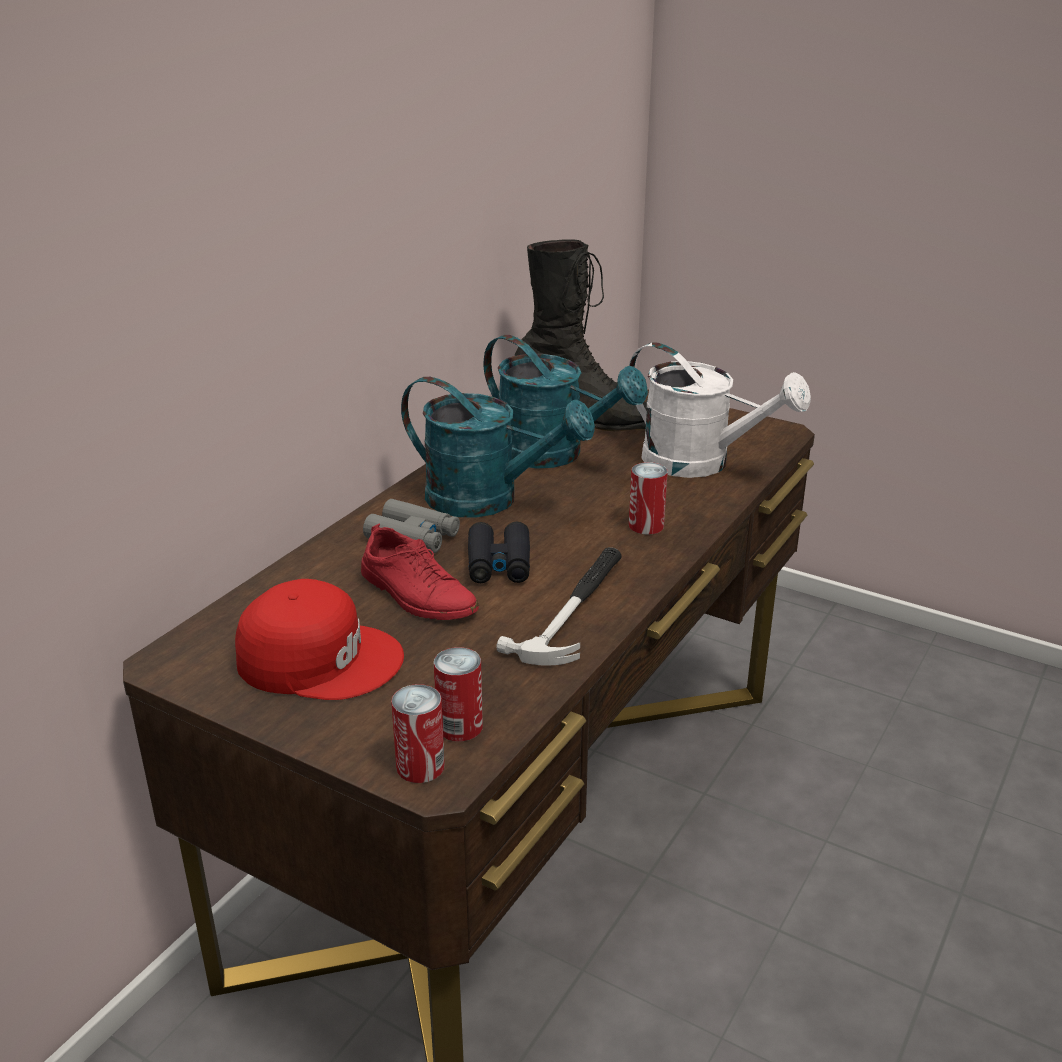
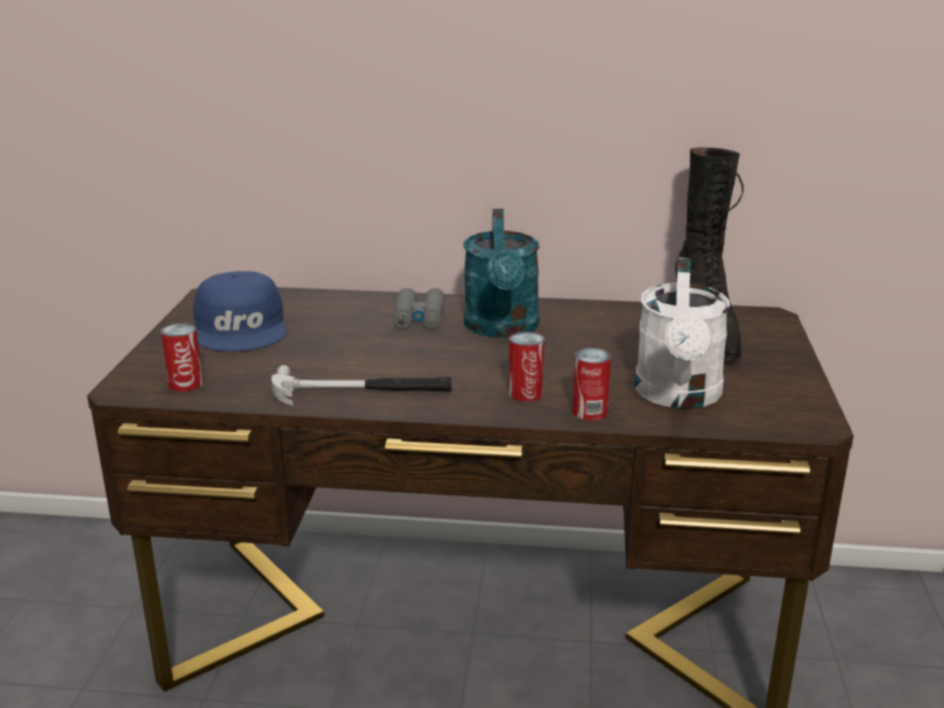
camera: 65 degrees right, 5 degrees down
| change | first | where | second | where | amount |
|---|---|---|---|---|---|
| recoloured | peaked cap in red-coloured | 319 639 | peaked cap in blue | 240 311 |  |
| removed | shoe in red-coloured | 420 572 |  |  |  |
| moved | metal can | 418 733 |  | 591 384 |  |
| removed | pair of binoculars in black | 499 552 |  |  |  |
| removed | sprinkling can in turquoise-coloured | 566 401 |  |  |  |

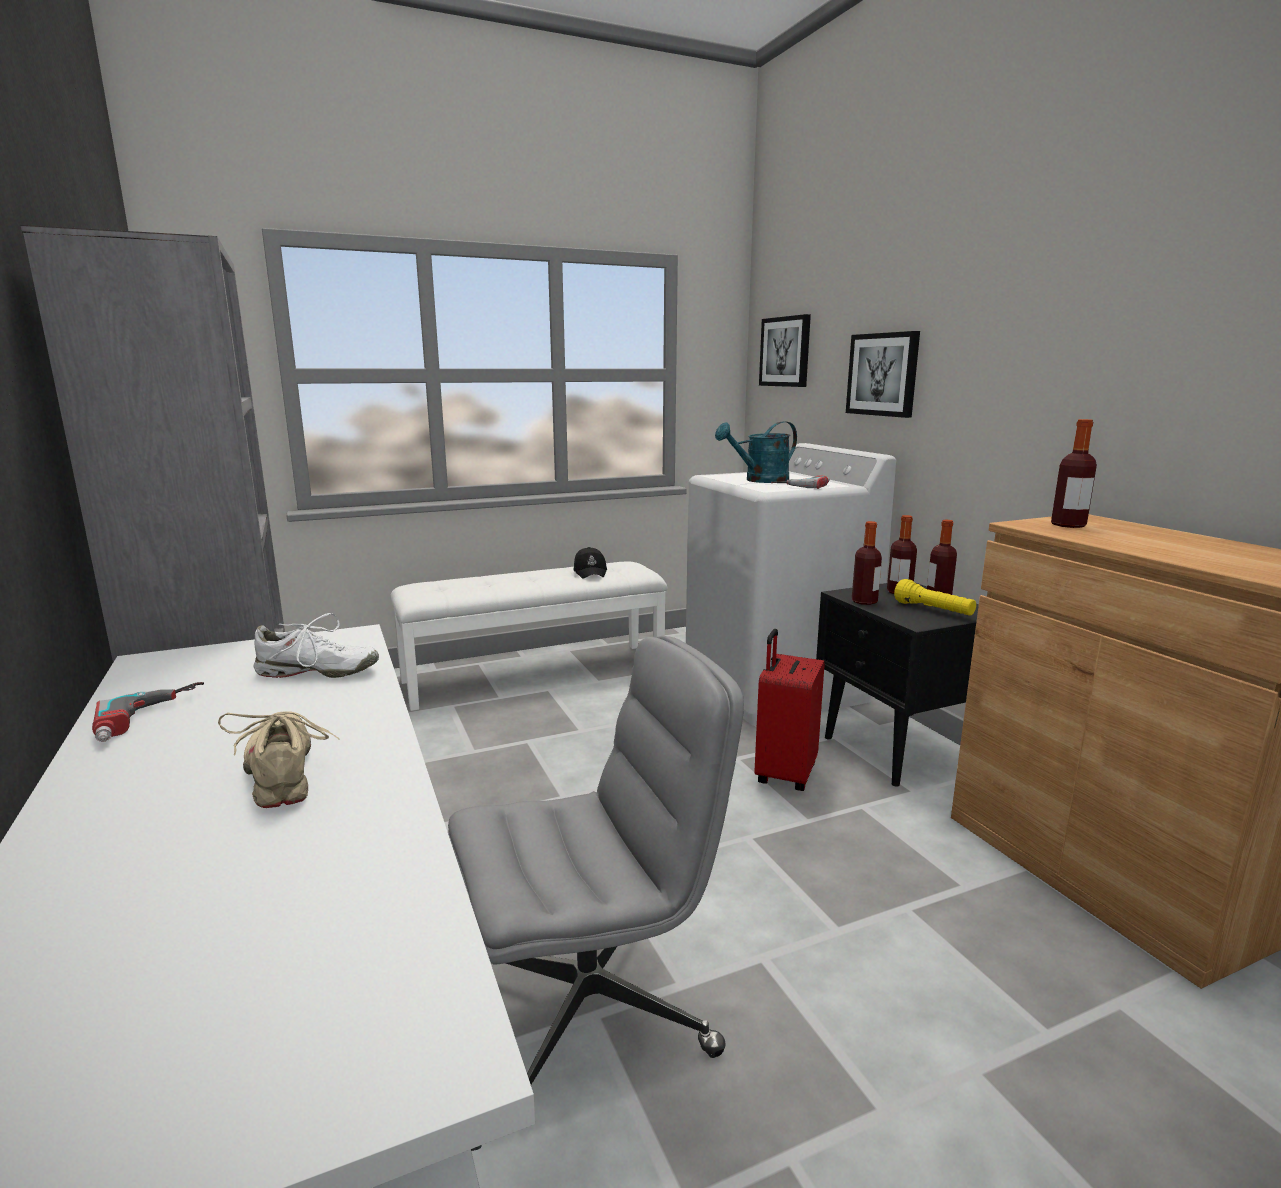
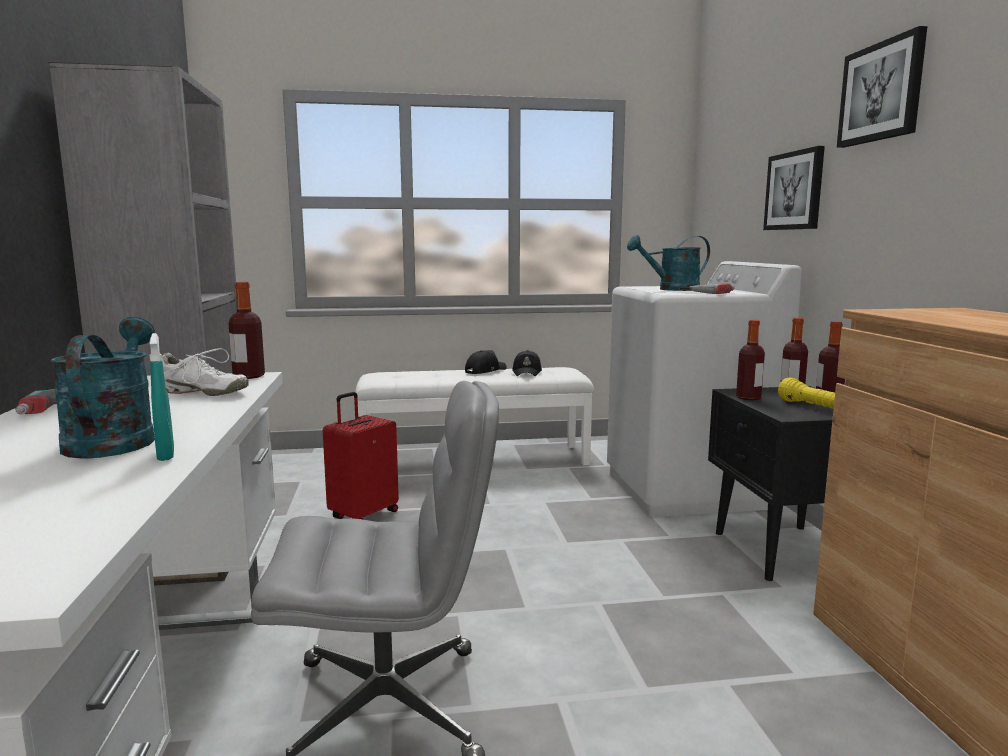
camera: 15 degrees right, 5 degrees down
| change | first | where | second | where | amount |
|---|---|---|---|---|---|
| replaced | shoe in beige | 279 759 | sprinkling can in turquoise-coloured | 103 388 |  |
| moved | suitcase in red-coloured | 789 710 |  | 361 456 |  |
| moved | wall art | 785 350 |  | 882 87 |  |
| moved | drink bottle | 1074 473 |  | 246 330 |  |
| added |  |  | sprayer in turquoise-coloured | 162 397 |  |
| added |  |  | peaked cap in black | 486 362 |  |

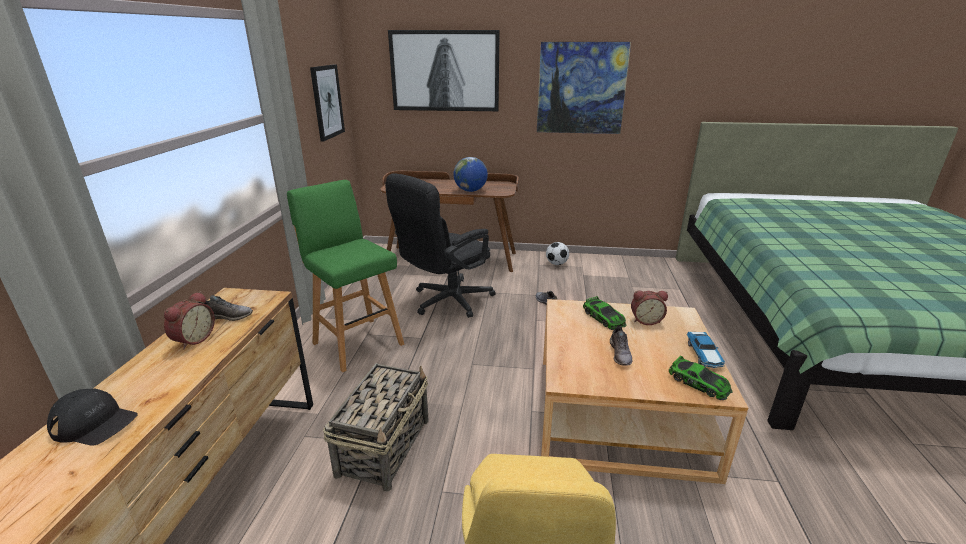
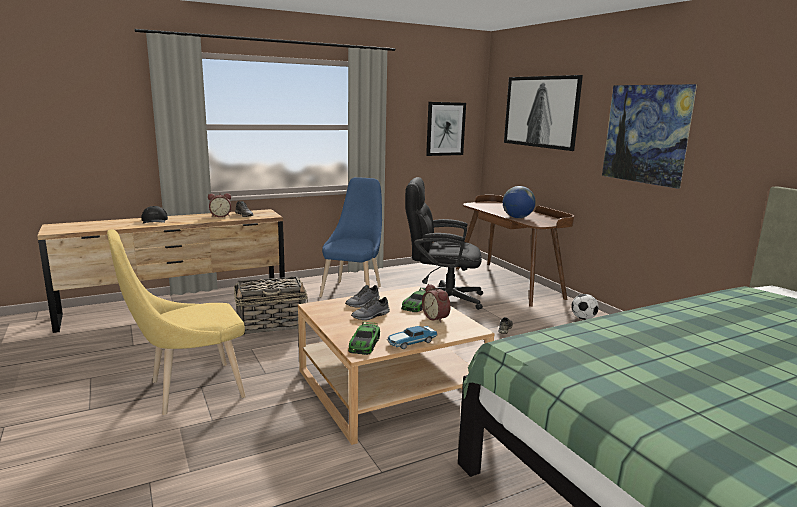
camera: 55 degrees right, 10 degrees down
| change | first | where | second | where | amount |
|---|---|---|---|---|---|
| replaced | sitting stool in greenish | 345 276 | chair in blue | 350 237 |  |
| added |  |  | shoe in greyish | 362 296 |  |

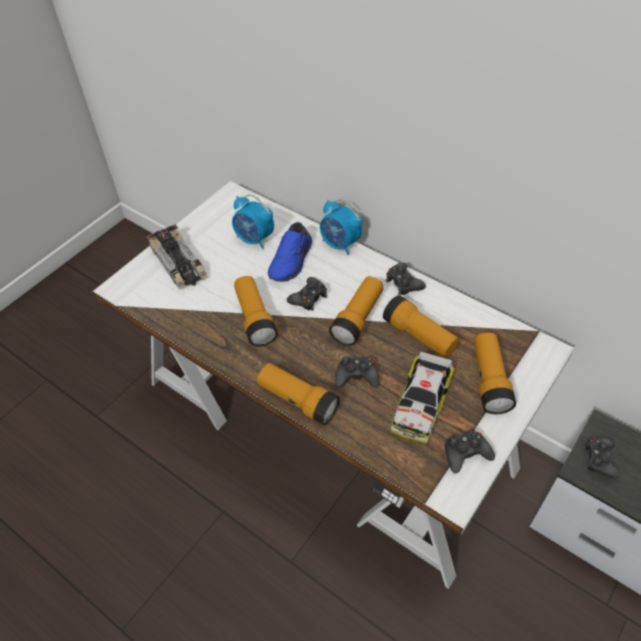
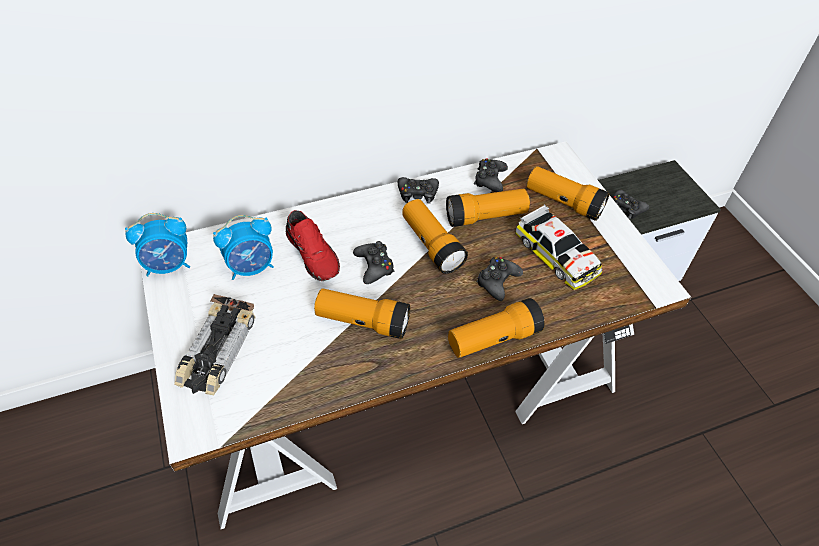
camera: 60 degrees left, 0 degrees up
| change | first | where | second | where | amount |
|---|---|---|---|---|---|
| turned | model car | 177 256 |  | 215 344 | 105 degrees clockwise |
| recoloured | shoe in blue | 290 252 | shoe in red-coloured | 313 245 |  |
| moved | table clock | 341 227 |  | 157 244 |  |
| moved | gamepad in black | 470 452 |  | 491 175 |  |

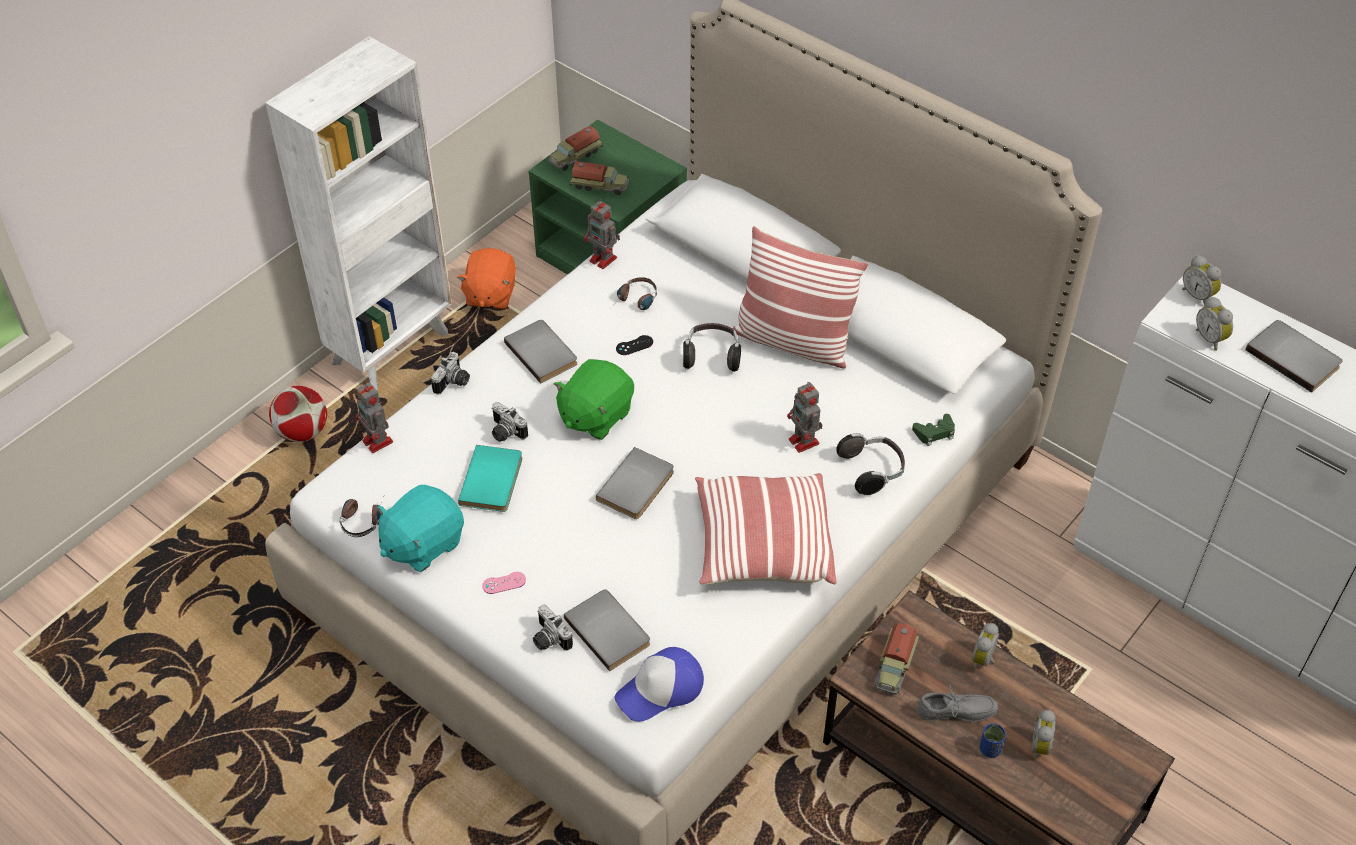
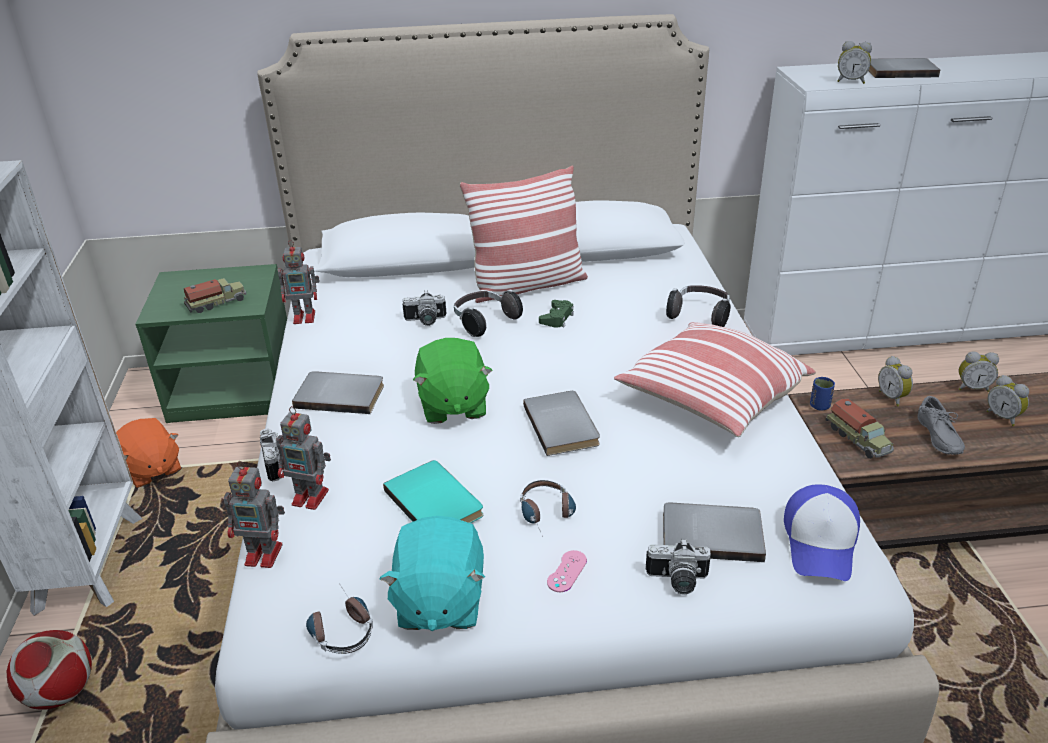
camera: 45 degrees left, 15 degrees down
| change | first | where | second | where | amount |
|---|---|---|---|---|---|
| moved | still camera | 509 422 |  | 425 308 |  |
| removed | model truck | 575 148 |  |  |  |
| moved | headset | 634 293 |  | 548 508 |  |
| removed | gamepad in black | 634 345 |  |  |  |
| moved | model robot | 805 417 |  | 303 458 |  |
| moved | gamepad in greenish | 933 430 |  | 556 314 |  |
| turned | shoe in greyish | 957 704 |  | 941 425 | 135 degrees clockwise |
| moved | small cup in blue | 993 740 |  | 822 394 |  |
| moved | table clock | 1201 280 |  | 979 371 |  |

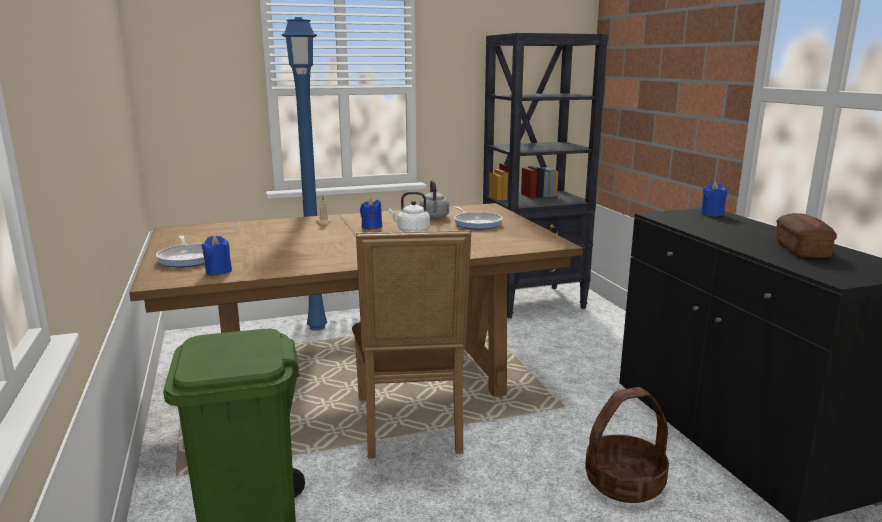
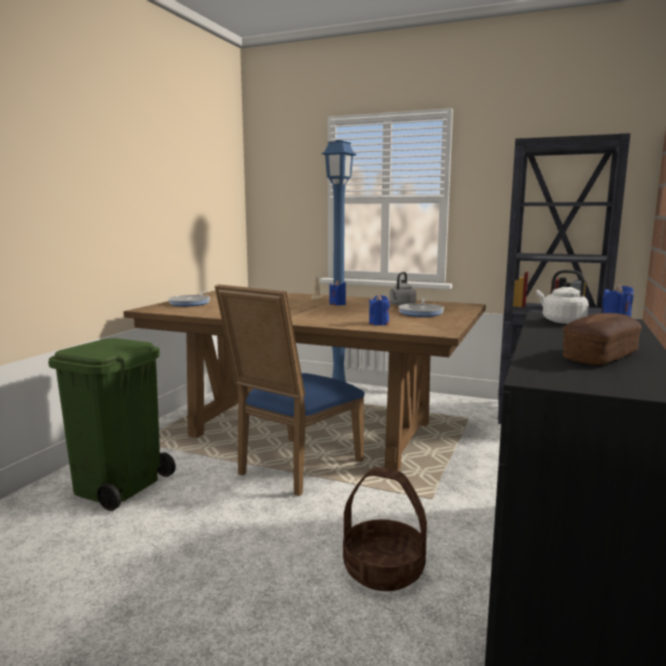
camera: 40 degrees right, 5 degrees down
| change | first | where | second | where | amount |
|---|---|---|---|---|---|
| moved | wax light in blue | 217 256 |  | 379 309 |  |
| recoloured | chair in brown | 411 344 | chair in blue | 290 390 |  |
| moved | kettle in white | 409 212 |  | 562 297 |  |

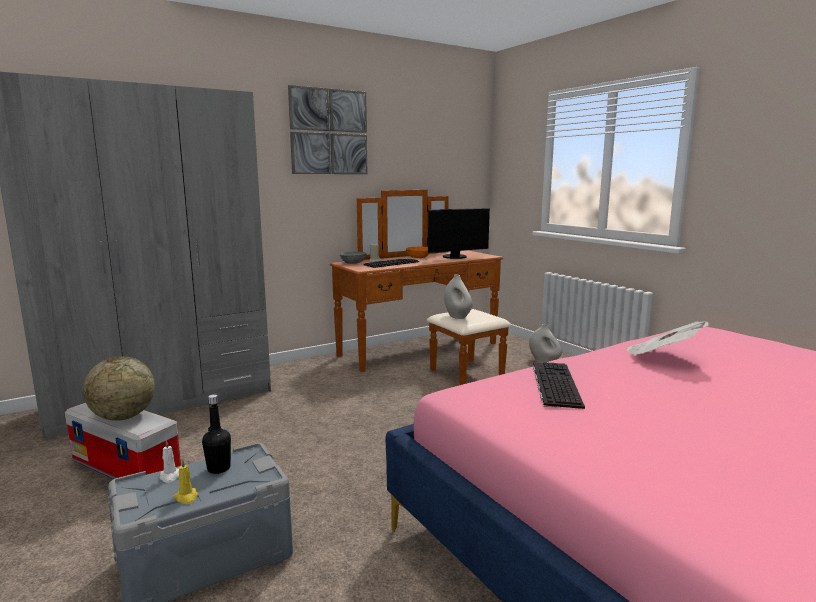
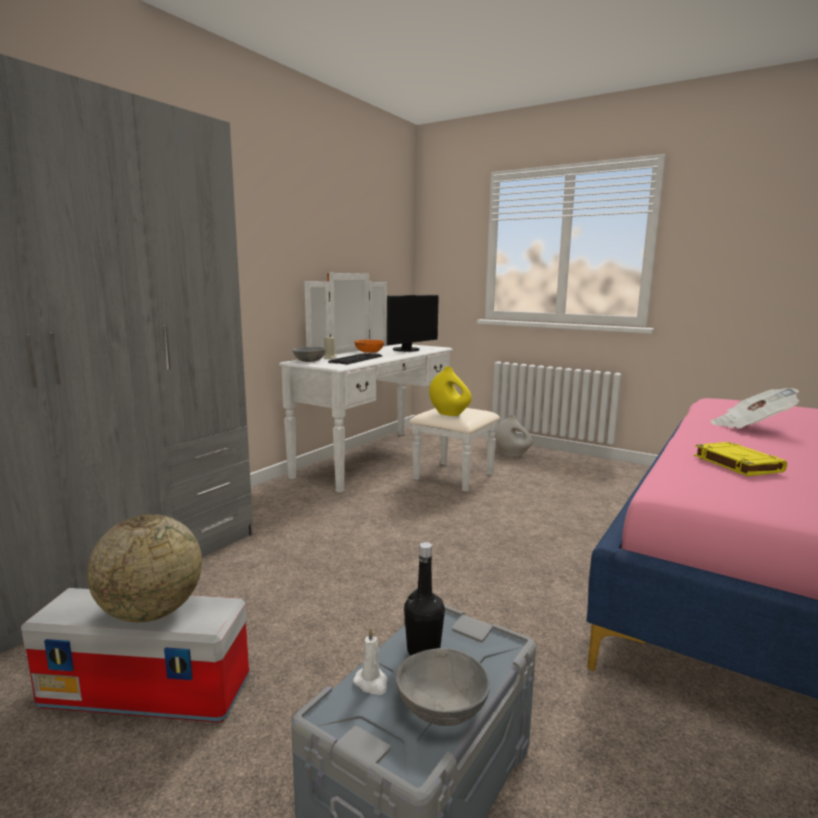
camera: 25 degrees left, 0 degrees up
| change | first | where | second | where | amount |
|---|---|---|---|---|---|
| replaced | wax light in yellow-coloured | 186 481 | serving bowl in greyish | 442 687 |  |
| removed | wall art | 328 129 |  |  |  |
| recoloured | drawer chest in brown | 420 287 | drawer chest in white | 389 383 |  |
| recoloured | flower vase in white | 458 296 | flower vase in yellow-coloured | 450 391 |  |
| replaced | keyboard | 559 385 | bound book in yellow-coloured | 740 459 |  |

